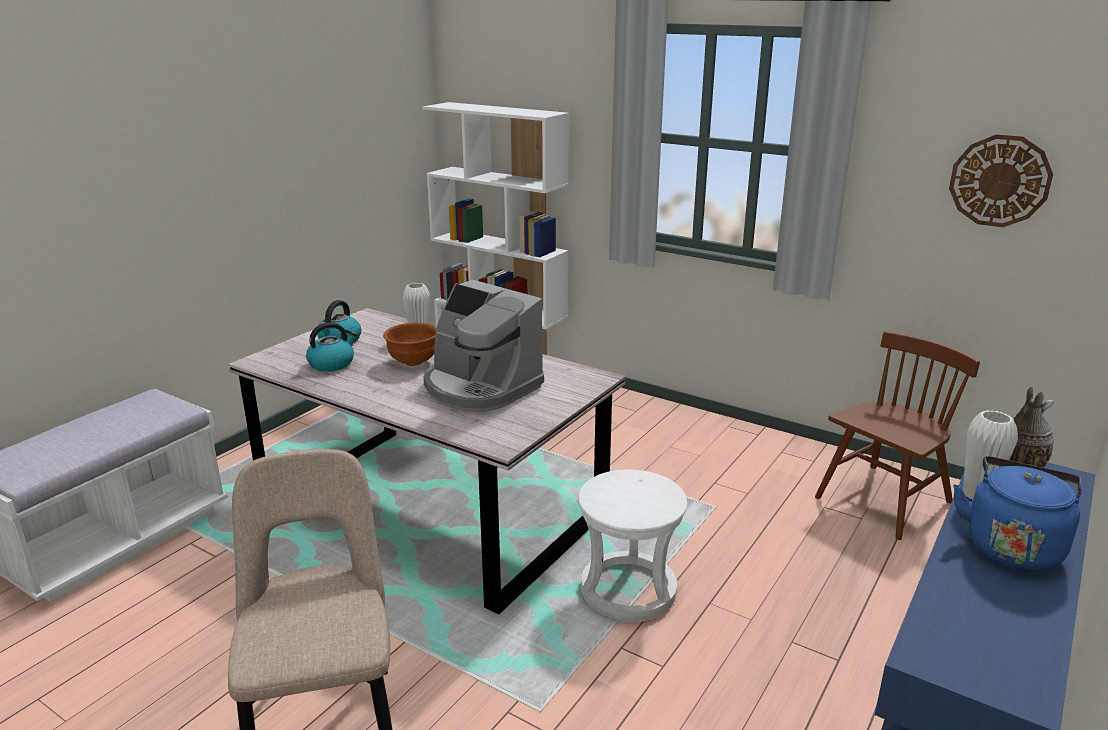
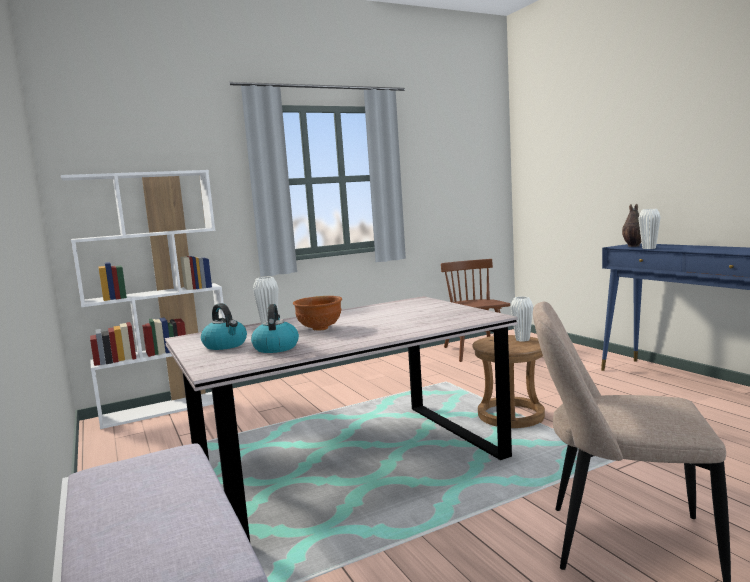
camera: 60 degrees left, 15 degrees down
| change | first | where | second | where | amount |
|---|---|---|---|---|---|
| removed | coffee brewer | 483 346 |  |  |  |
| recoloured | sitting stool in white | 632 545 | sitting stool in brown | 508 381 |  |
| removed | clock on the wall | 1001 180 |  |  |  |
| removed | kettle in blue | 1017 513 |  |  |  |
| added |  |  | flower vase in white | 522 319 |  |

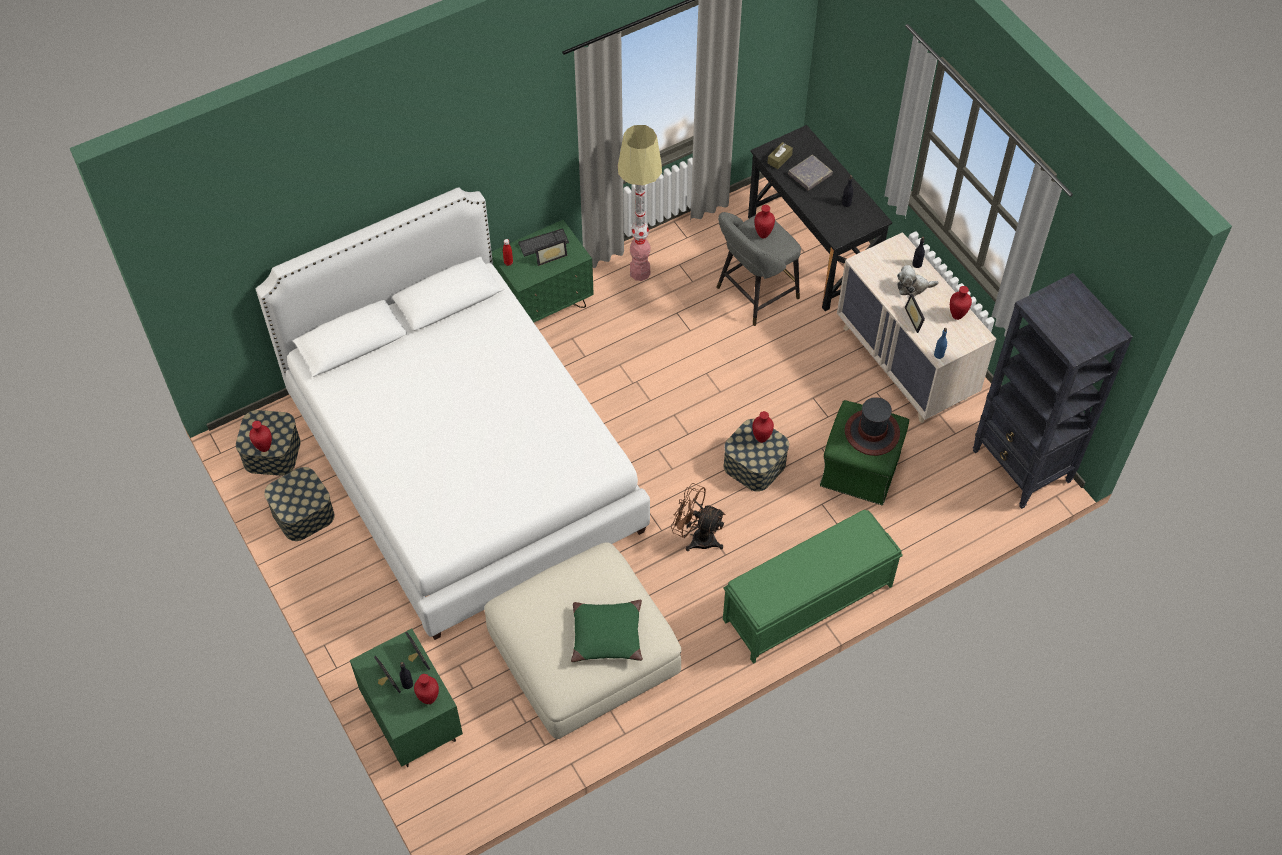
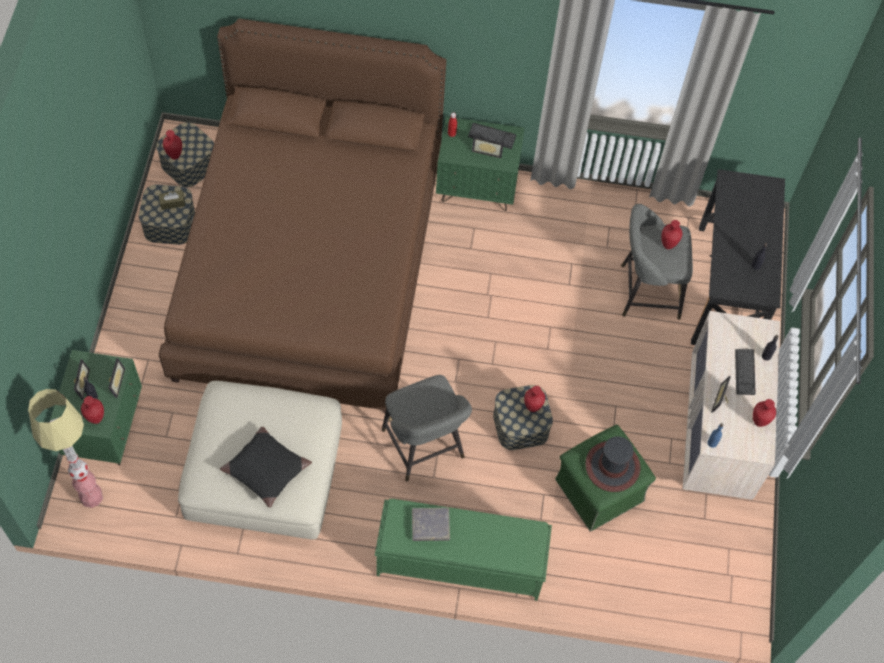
camera: 35 degrees right, 5 degrees up
| change | first | where | second | where | amount |
|---|---|---|---|---|---|
| recoloured | sleeping bed in white | 453 413 | sleeping bed in brown | 302 216 |  |
| recoloured | pillow in greenish | 607 631 | pillow in black | 266 467 |  |
| moved | floor lamp | 640 203 |  | 65 448 |  |
| replaced | cooling fan in brown | 698 517 | sitting stool in greyish | 427 428 |  |
| moved | tissue box in brown | 780 155 |  | 172 200 |  |
| moved | bound book in greyish | 810 173 |  | 431 524 |  |
| replaced | plush toy | 918 281 | keyboard | 745 372 |  |
| removed | bookshelf in black | 1053 391 |  |  |  |

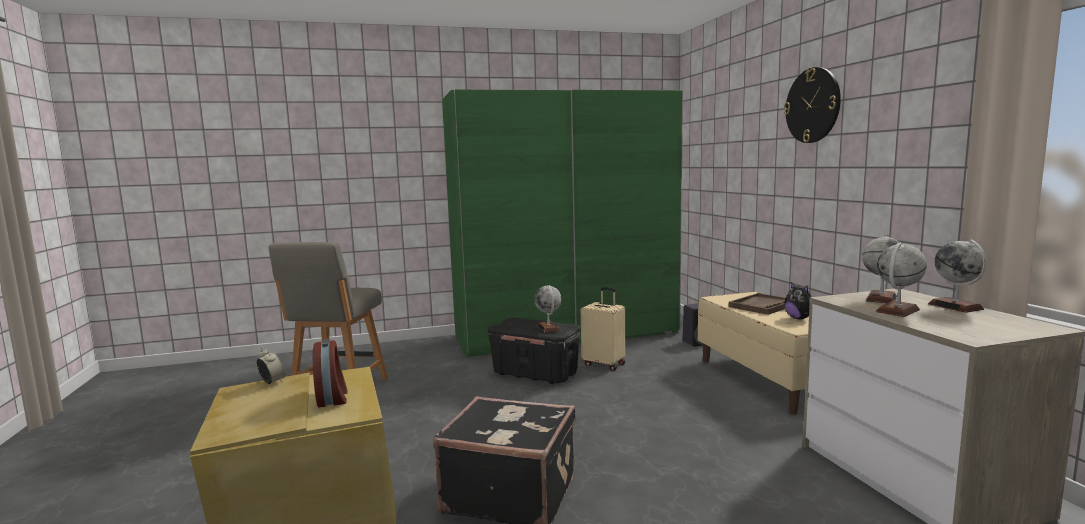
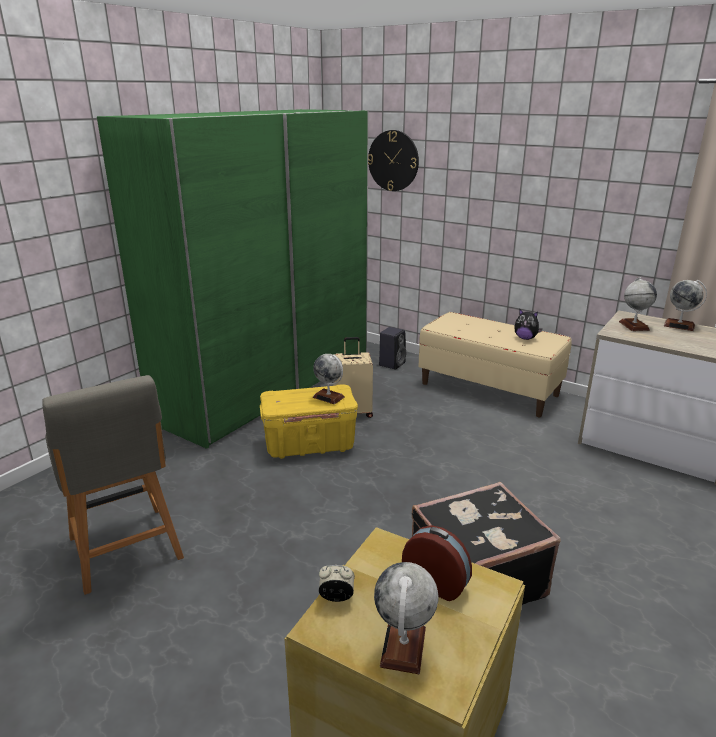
camera: 40 degrees left, 15 degrees up
| change | first | where | second | where | amount |
|---|---|---|---|---|---|
| recoloured | storage container in black | 534 350 | storage container in yellow-coloured | 309 422 |  |
| removed | carrying tray in brown | 757 304 |  |  |  |
| moved | clock on the wall | 812 105 |  | 393 160 |  |
| moved | globe | 901 280 |  | 406 618 |  |

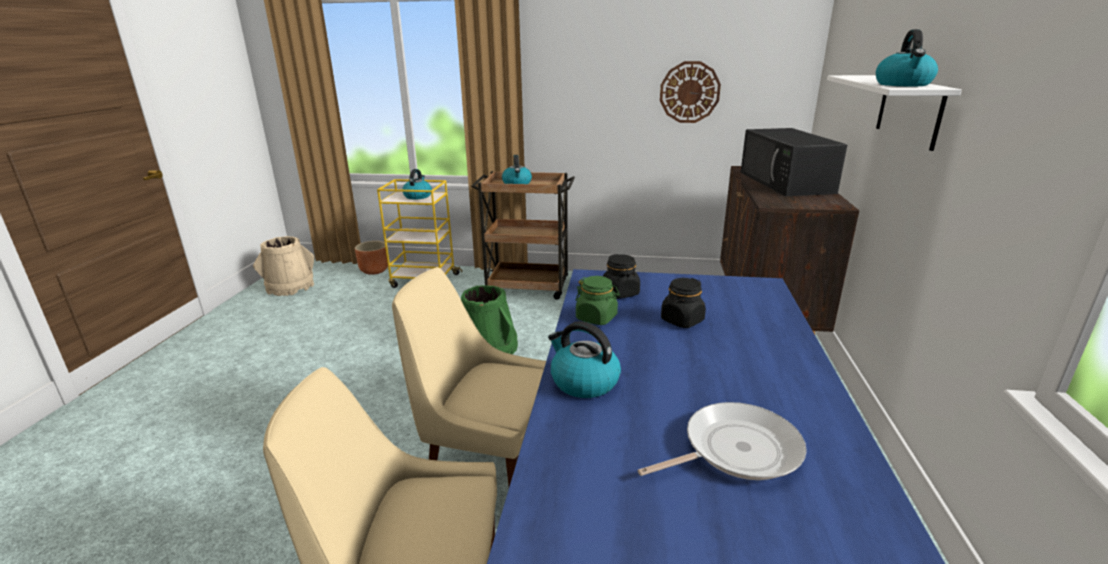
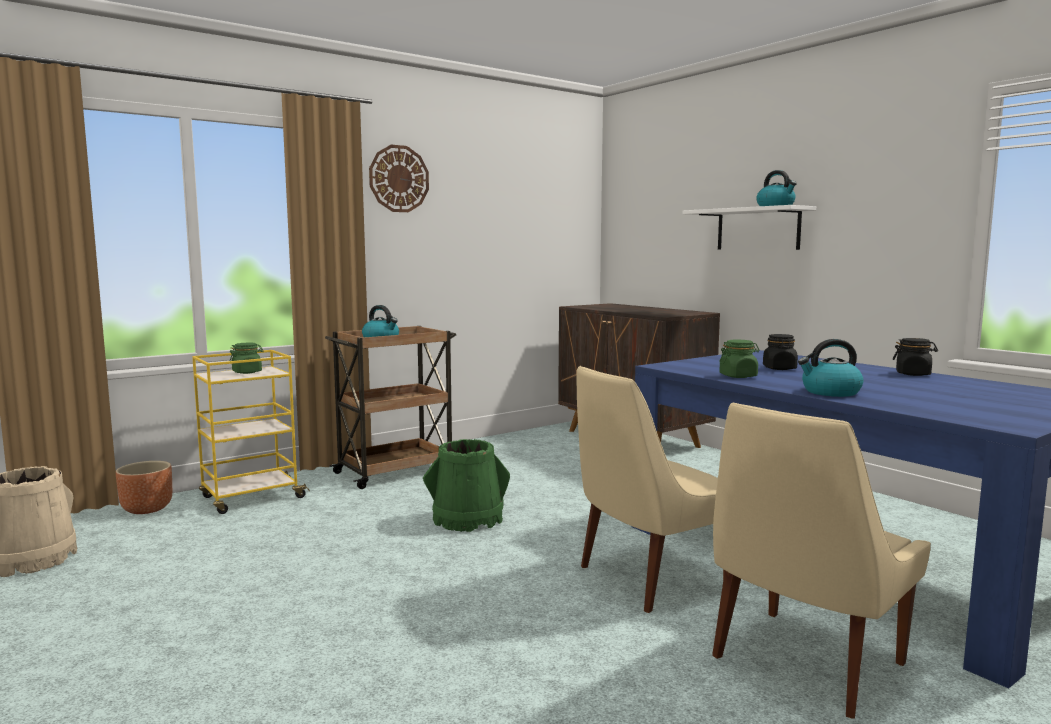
camera: 45 degrees left, 15 degrees down
| change | first | where | second | where | amount |
|---|---|---|---|---|---|
| replaced | kettle | 417 184 | jar in greenish | 246 358 |  |
| moved | jar in black | 621 276 |  | 915 357 |  |
| removed | pan | 722 441 |  |  |  |
| moved | clock on the wall | 690 92 |  | 399 178 |  |
| removed | microwave oven in black | 794 162 |  |  |  |

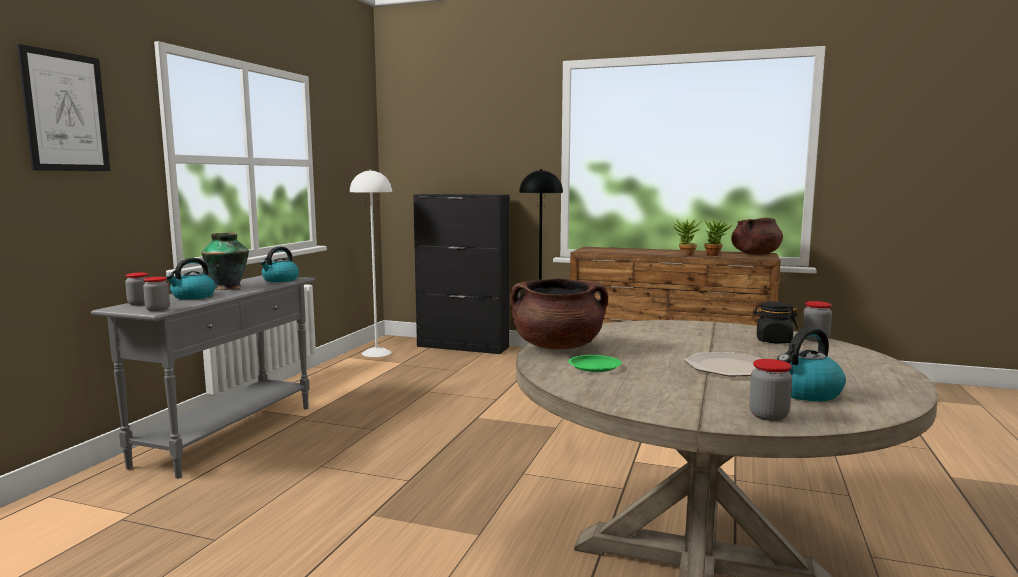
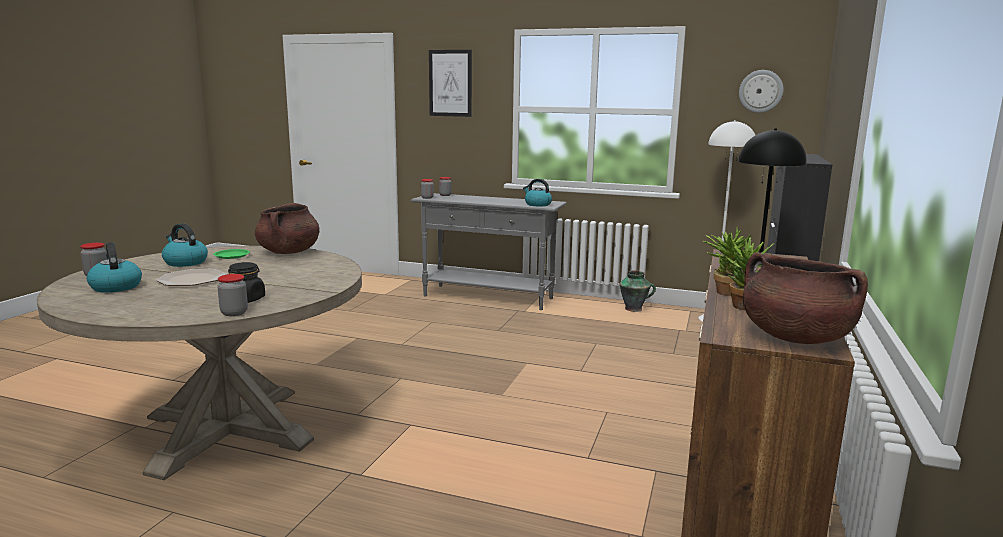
camera: 90 degrees right, 5 degrees up
| change | first | where | second | where | amount |
|---|---|---|---|---|---|
| moved | kettle | 191 278 |  | 185 245 |  |
| moved | flower vase | 225 261 |  | 638 291 |  |
| added |  |  | clock on the wall | 761 91 |  |

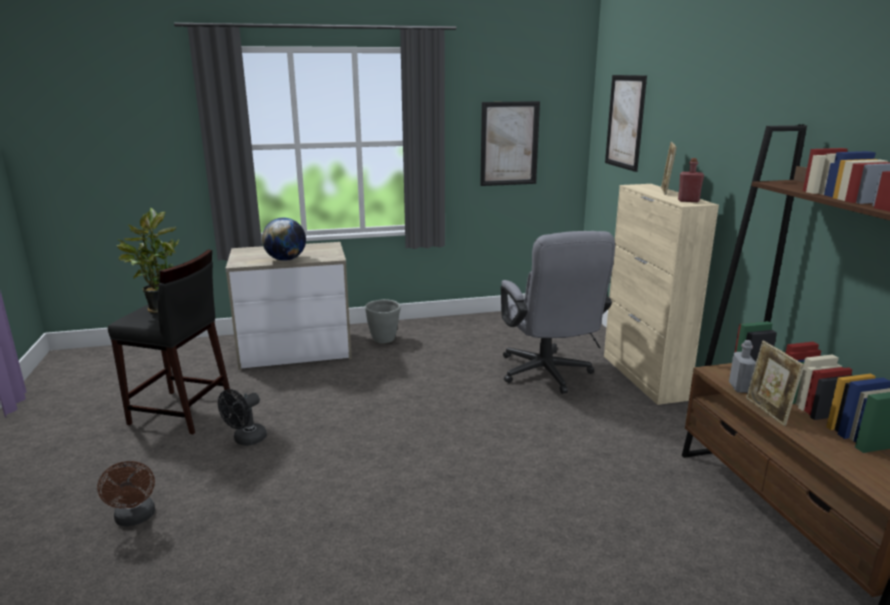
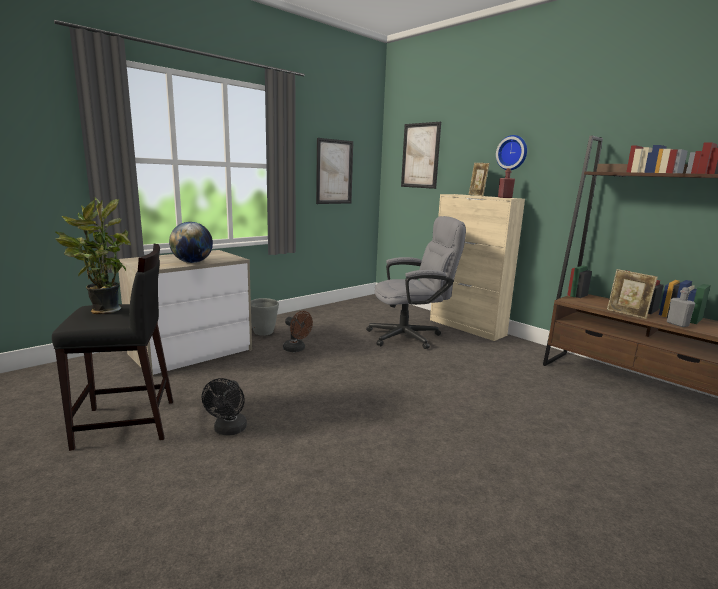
camera: 30 degrees left, 5 degrees down
| change | first | where | second | where | amount |
|---|---|---|---|---|---|
| moved | cooling fan in brown | 126 493 |  | 298 331 |  |
| turned | computer chair in greyish | 558 312 |  | 416 282 | 60 degrees counterclockwise |
| moved | drink bottle in greyish | 742 366 |  | 681 307 |  |
| added |  |  | clock on the wall | 511 152 |  |

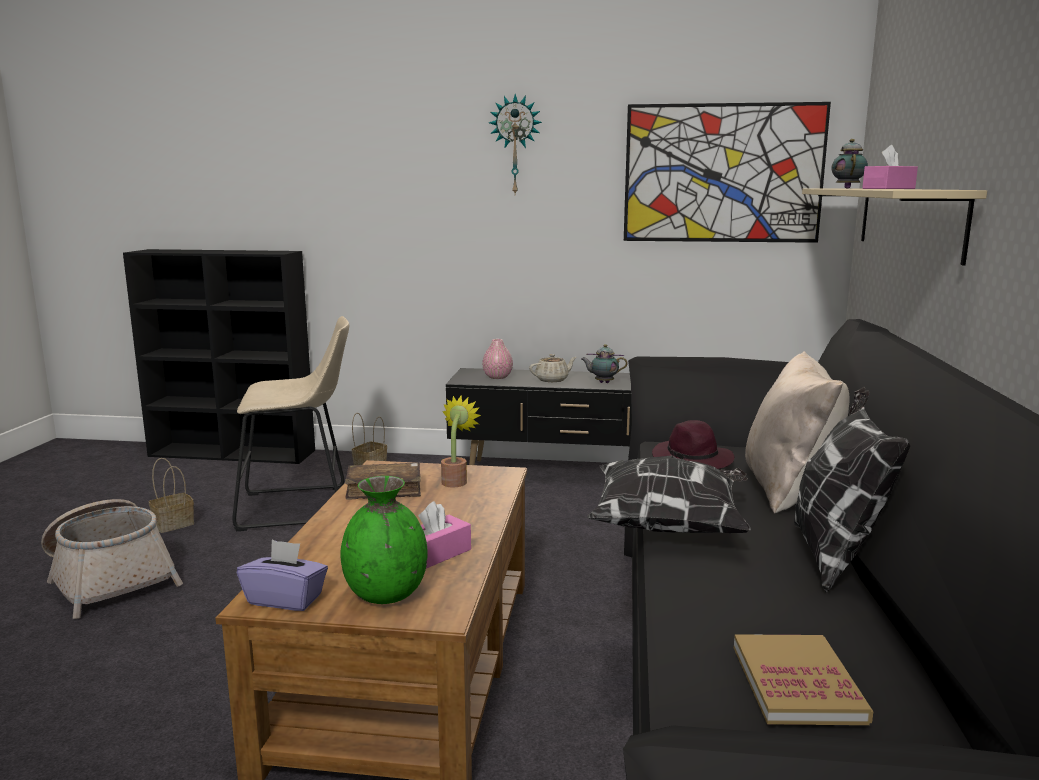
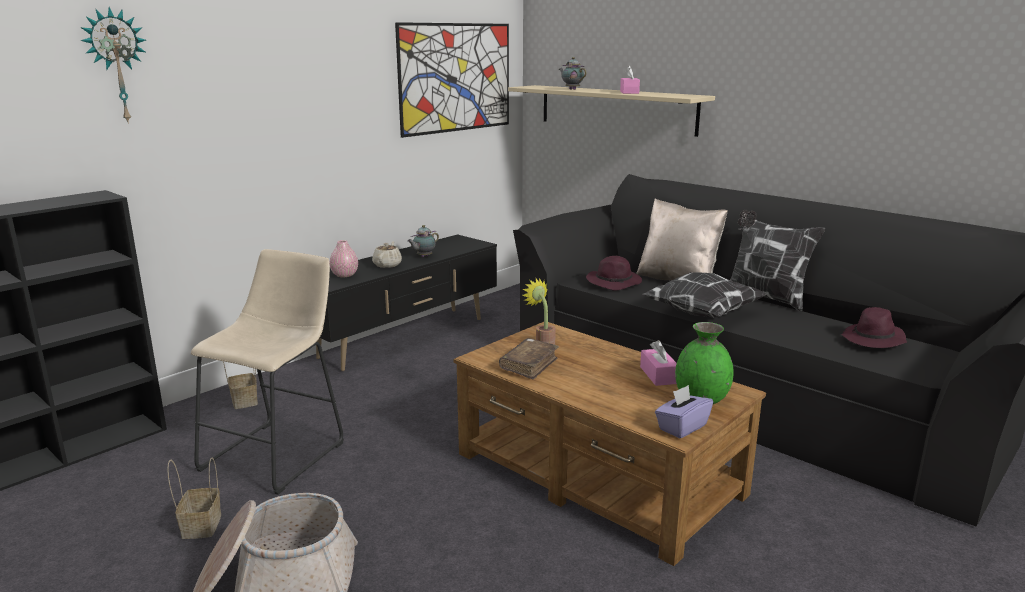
camera: 55 degrees left, 5 degrees up
| change | first | where | second | where | amount |
|---|---|---|---|---|---|
| moved | clock on the wall | 515 144 |  | 113 65 |  |
| replaced | bound book | 803 679 | wearable hat in purple-coloured | 874 327 |  |

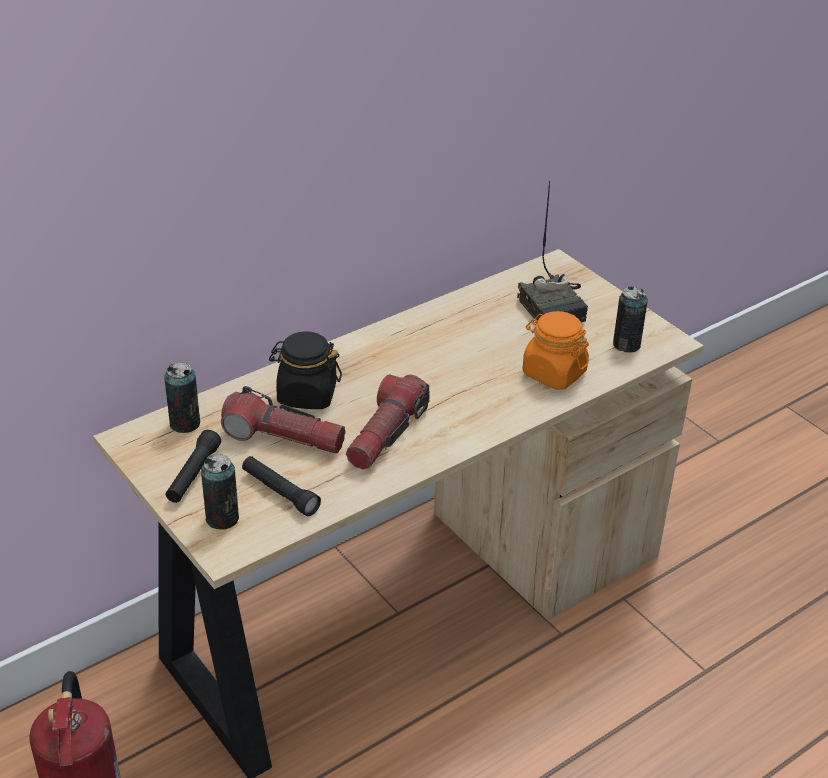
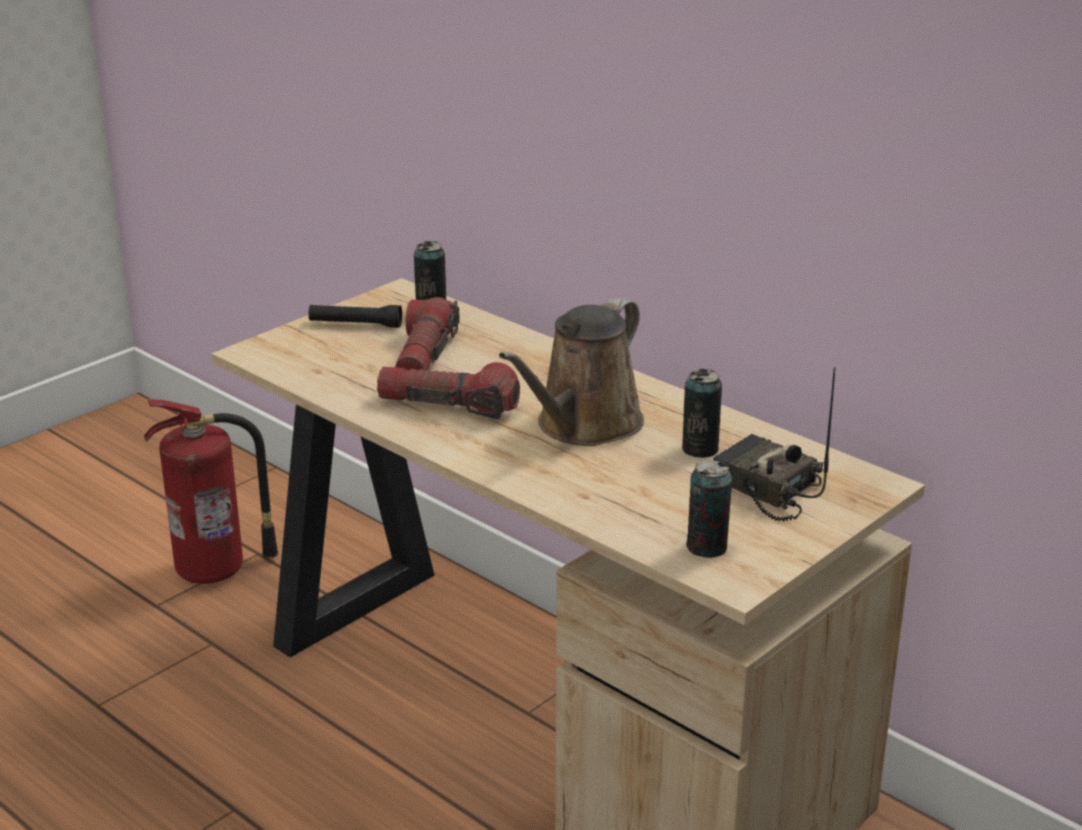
camera: 80 degrees right, 10 degrees down
| change | first | where | second | where | amount |
|---|---|---|---|---|---|
| moved | metal can | 220 491 |  | 702 413 |  |
| removed | torch in black | 281 486 |  |  |  |
| removed | jar in black | 305 370 |  |  |  |
| turned | radio receiver | 552 251 |  | 774 444 | 75 degrees clockwise |
| removed | jar in orange | 556 350 |  |  |  |
| added |  |  | sprinkling can in brown | 571 372 |  |

